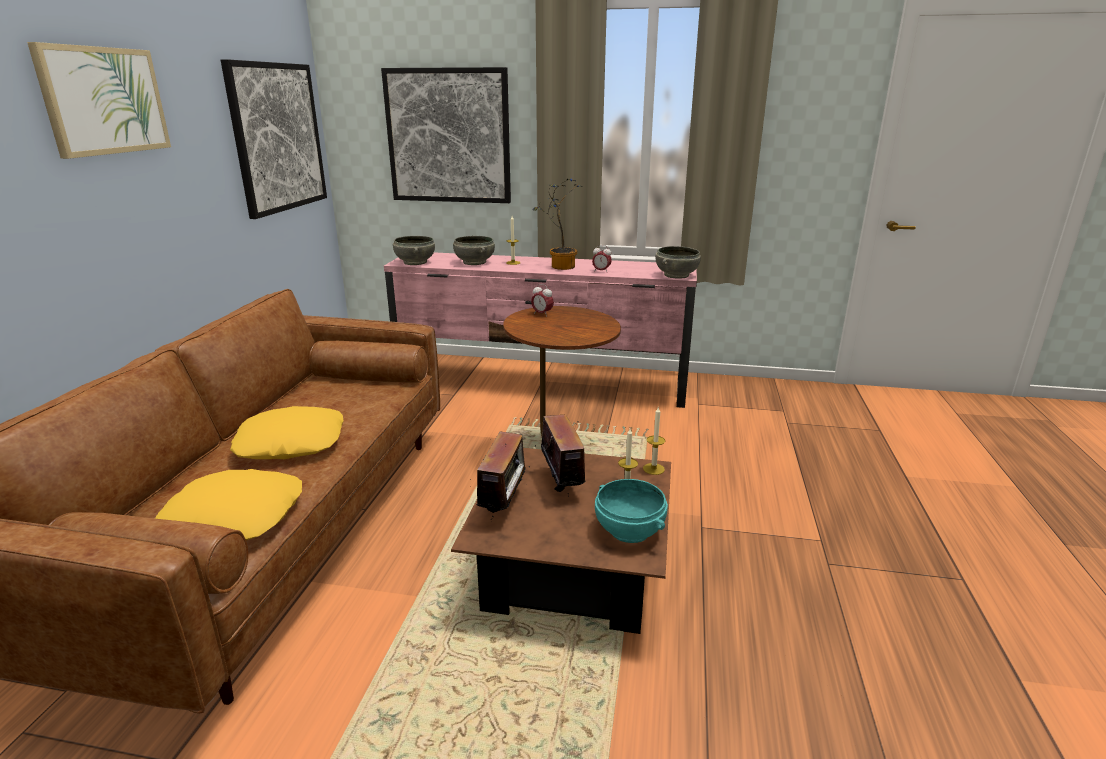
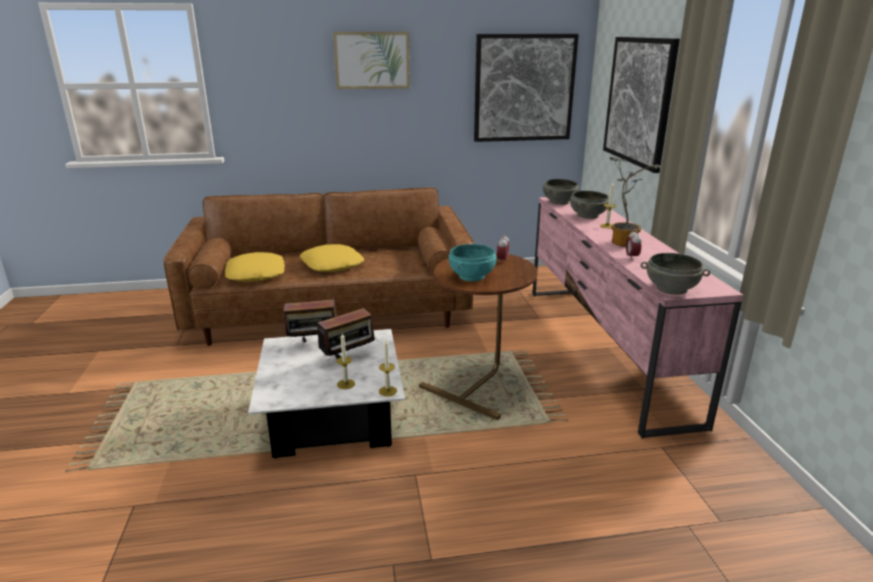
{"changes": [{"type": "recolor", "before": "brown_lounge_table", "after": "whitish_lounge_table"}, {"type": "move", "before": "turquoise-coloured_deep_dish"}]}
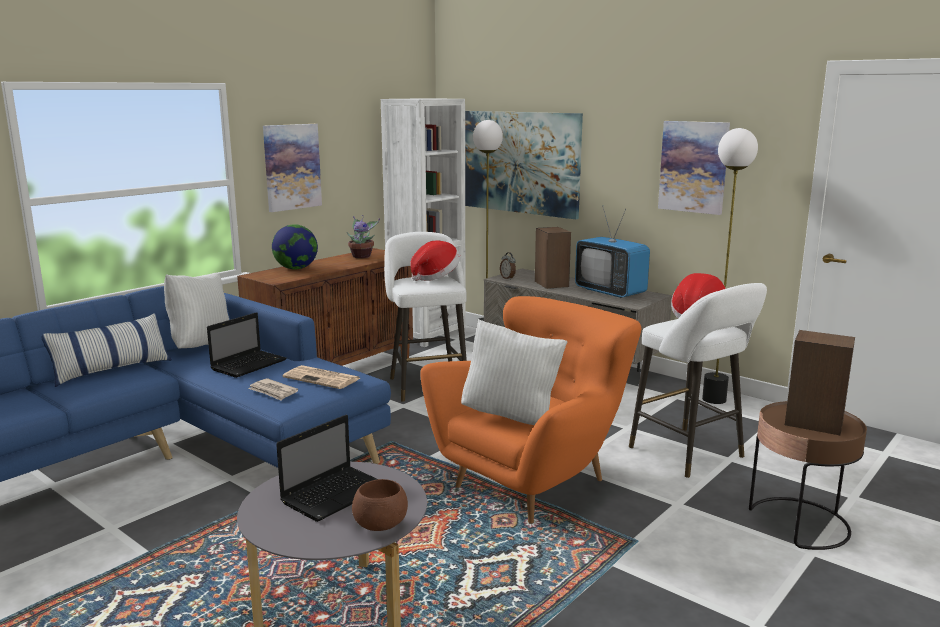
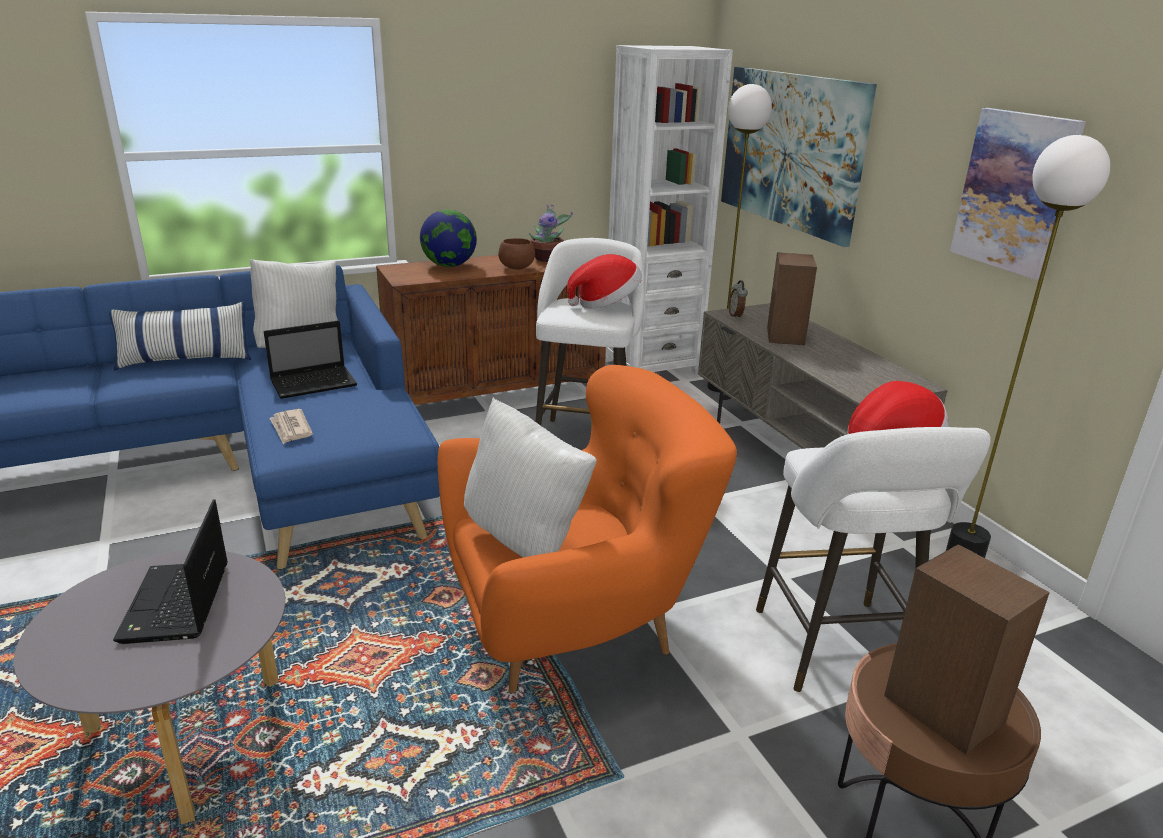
{"changes": [{"type": "delete", "before": "wall_art (1st from left)"}, {"type": "rotate", "before": "laptop (2nd from left in the first image)", "turn": 105}, {"type": "delete", "before": "newspaper (2nd from left)"}, {"type": "move", "before": "brown_deep_dish"}, {"type": "delete", "before": "TV"}]}
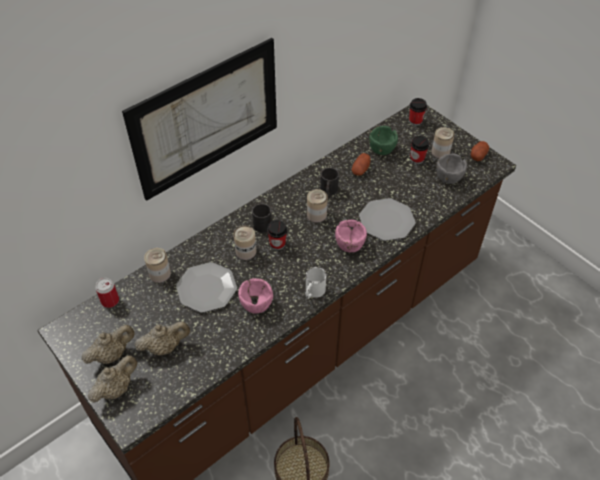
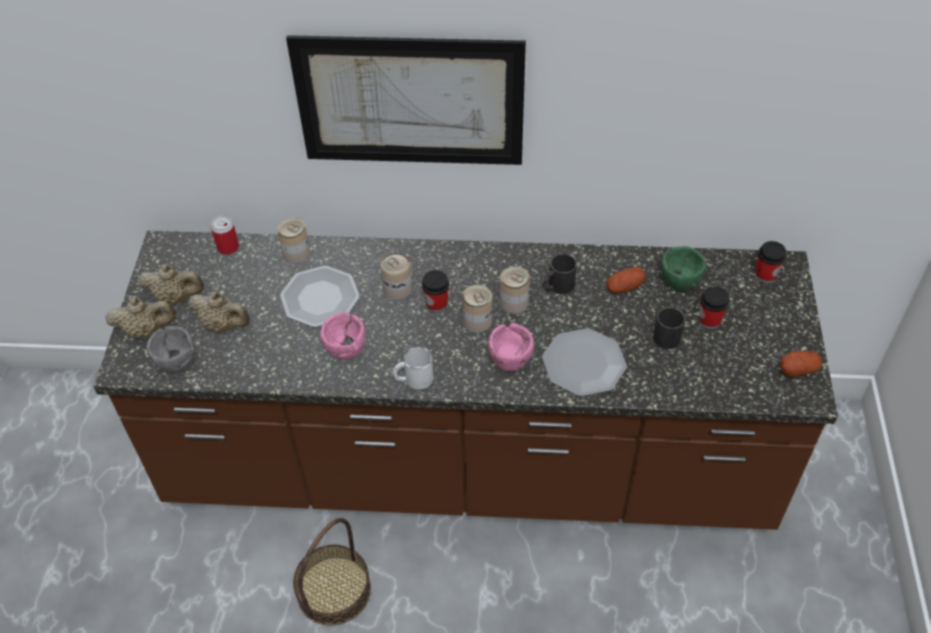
{"changes": [{"type": "move", "before": "blackish_mug (1st from left in the first image)", "after": "blackish_mug (2nd from left)"}, {"type": "move", "before": "can (5th from left in the first image)", "after": "can (4th from left)"}, {"type": "move", "before": "gray_deep_dish"}]}
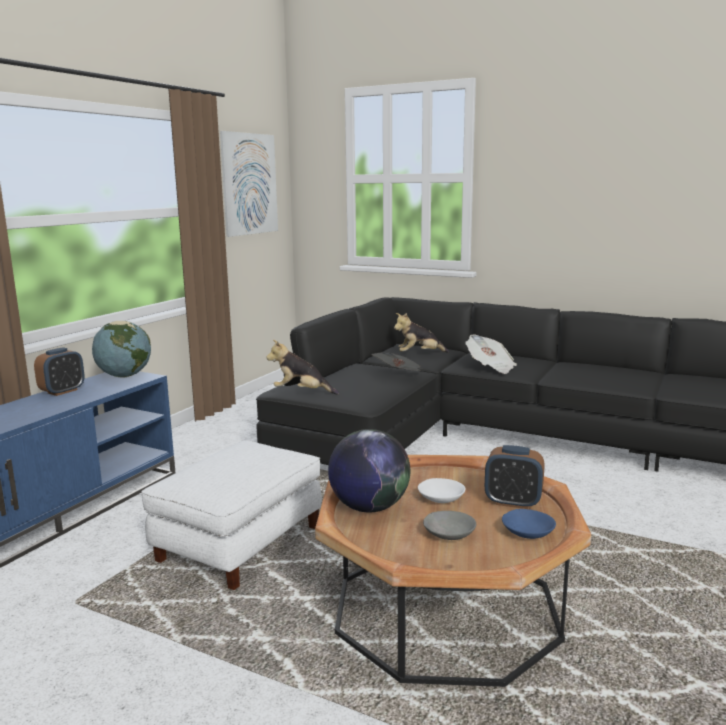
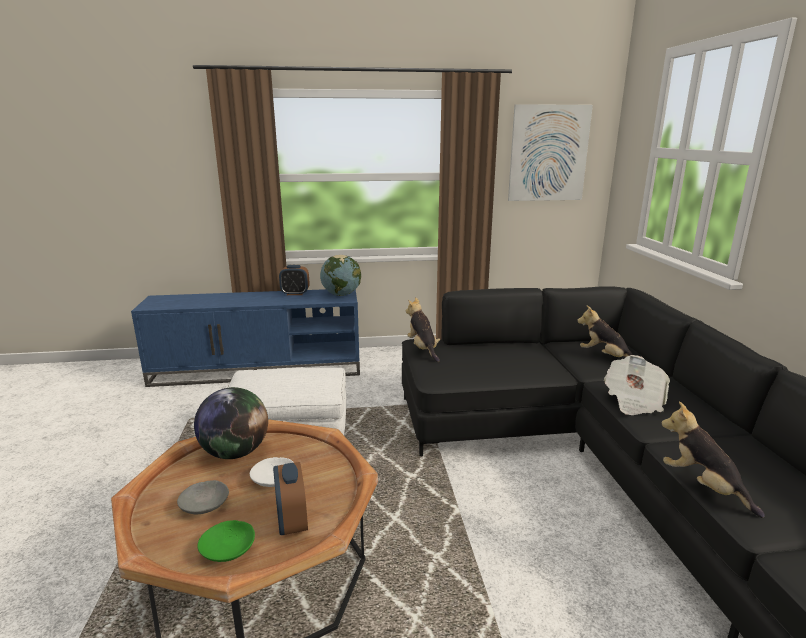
{"changes": [{"type": "delete", "before": "newspaper (1st from left)"}, {"type": "recolor", "before": "blue-coloured_deep_dish", "after": "green-coloured_deep_dish"}, {"type": "insert", "after": "soft_toy (3rd from left)"}]}
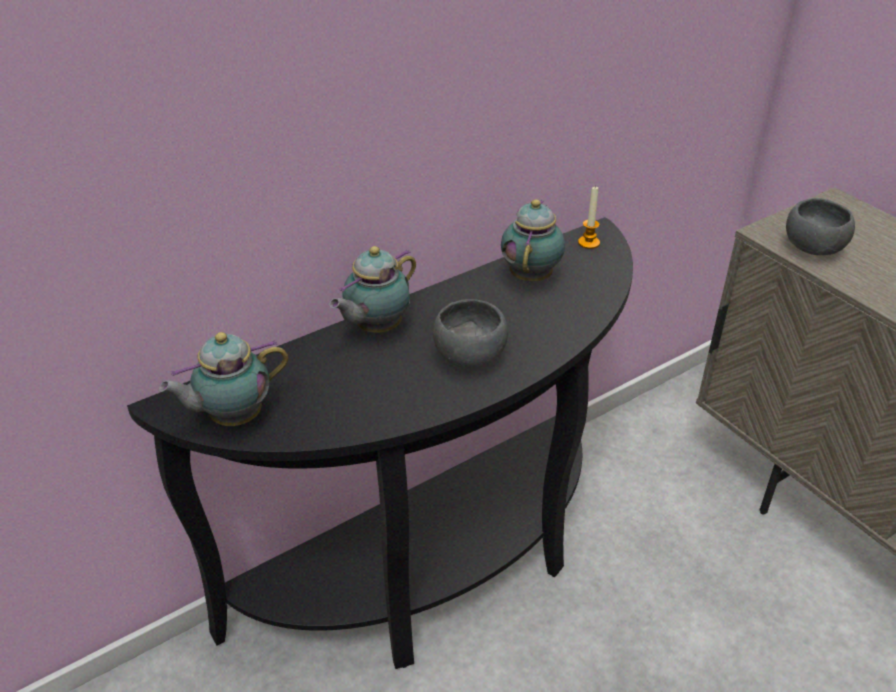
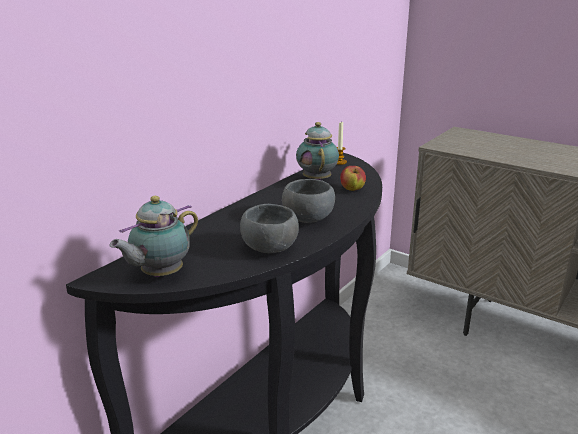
{"changes": [{"type": "delete", "before": "tea_pot (2nd from left)"}, {"type": "move", "before": "gray_deep_dish (2nd from left in the first image)", "after": "gray_deep_dish (1st from left)"}, {"type": "insert", "after": "whole_apple"}]}
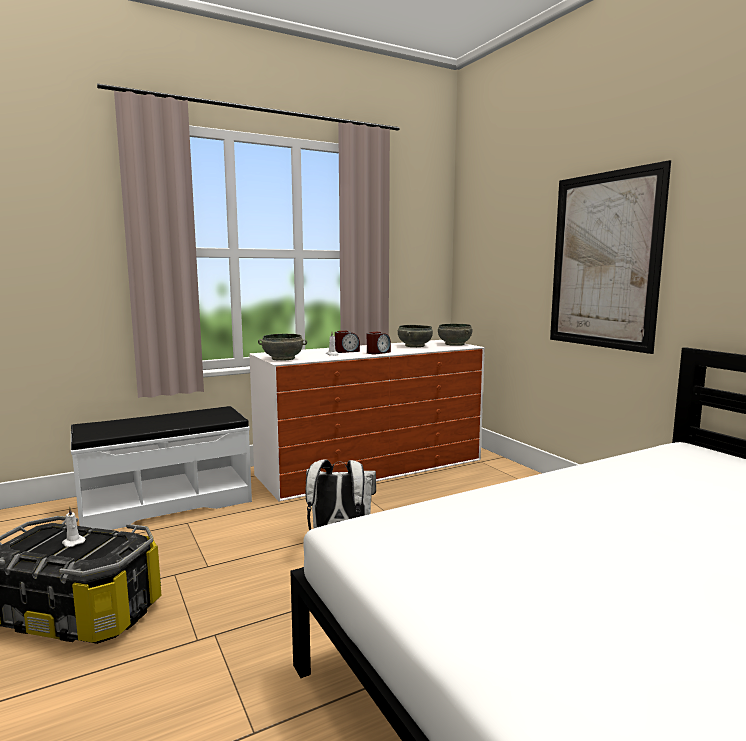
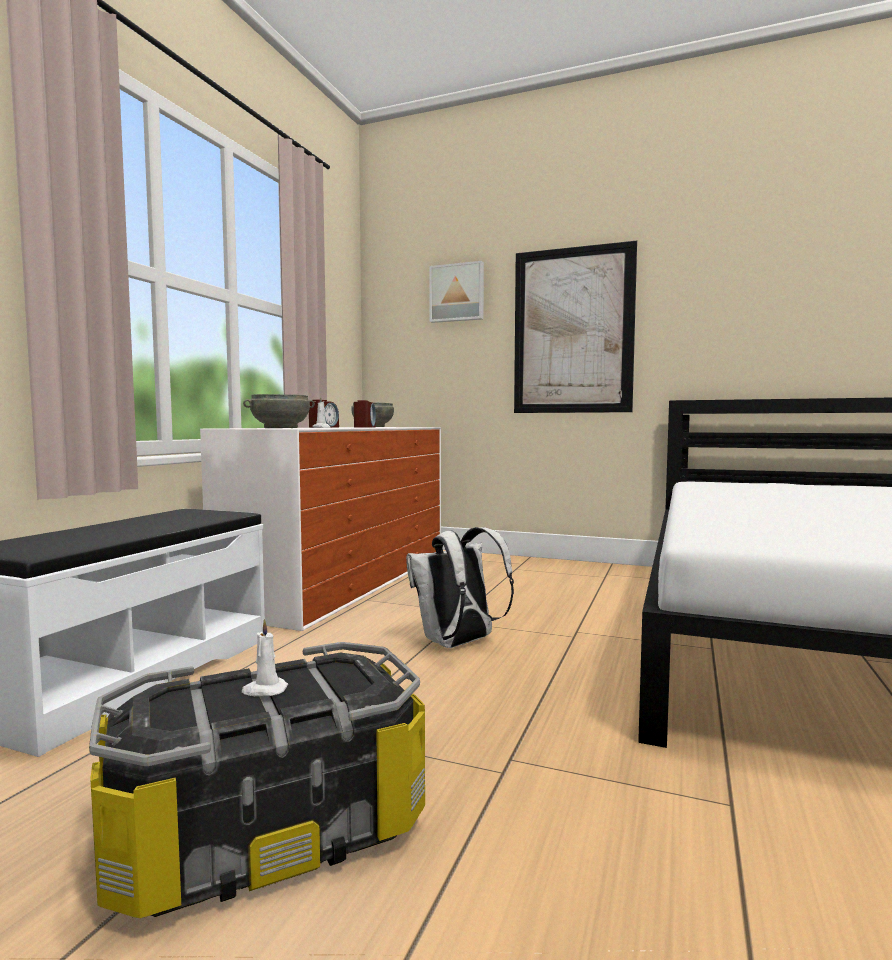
{"changes": [{"type": "delete", "before": "gray_deep_dish (3rd from left)"}, {"type": "insert", "after": "wall_art (1st from left)"}]}
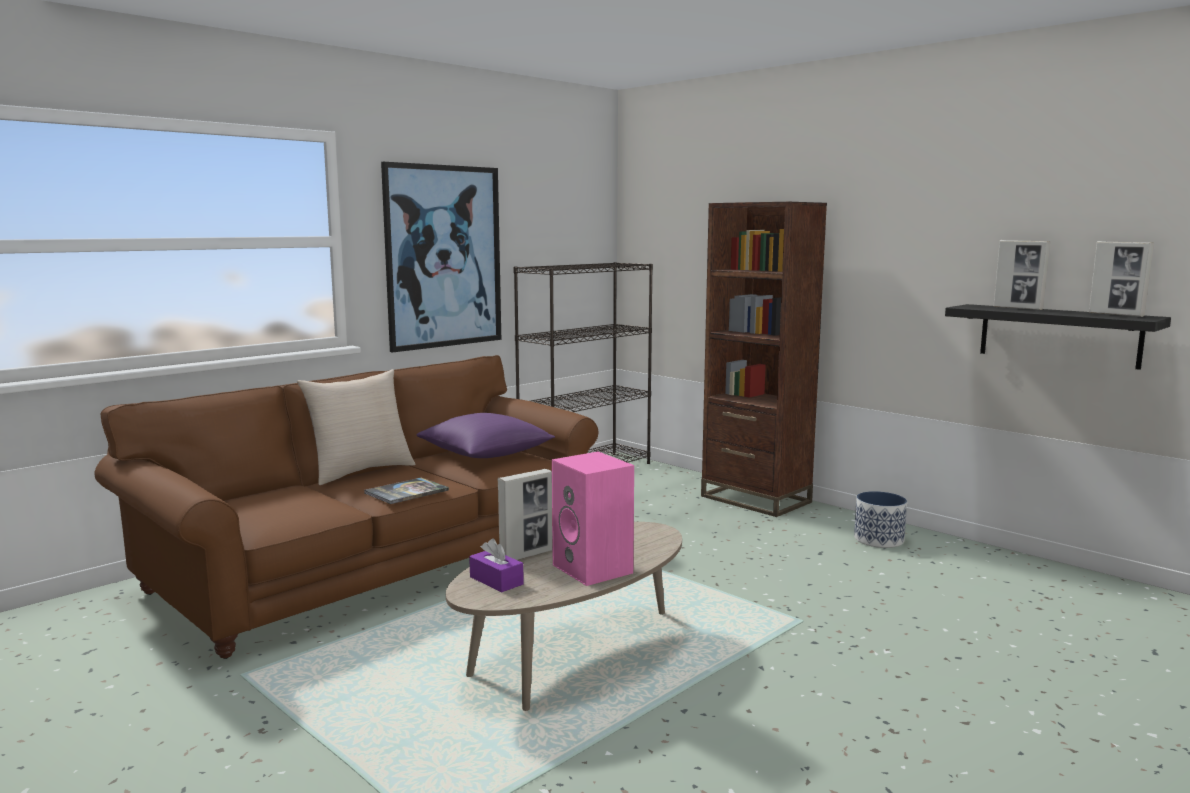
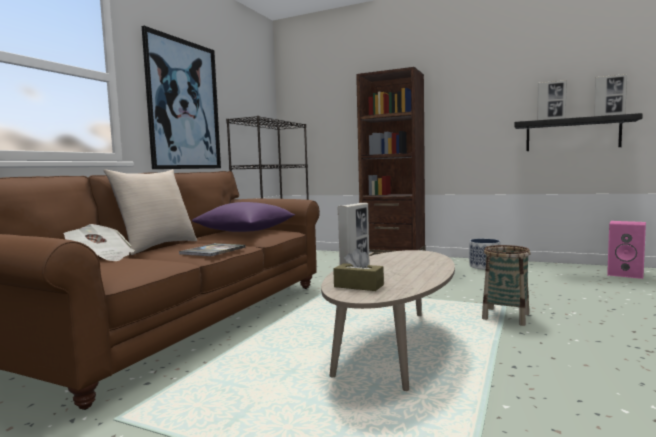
{"changes": [{"type": "recolor", "before": "purple-coloured_tissue_box", "after": "brown_tissue_box"}, {"type": "move", "before": "pink_speaker"}, {"type": "insert", "after": "newspaper"}, {"type": "insert", "after": "storage_basket"}]}
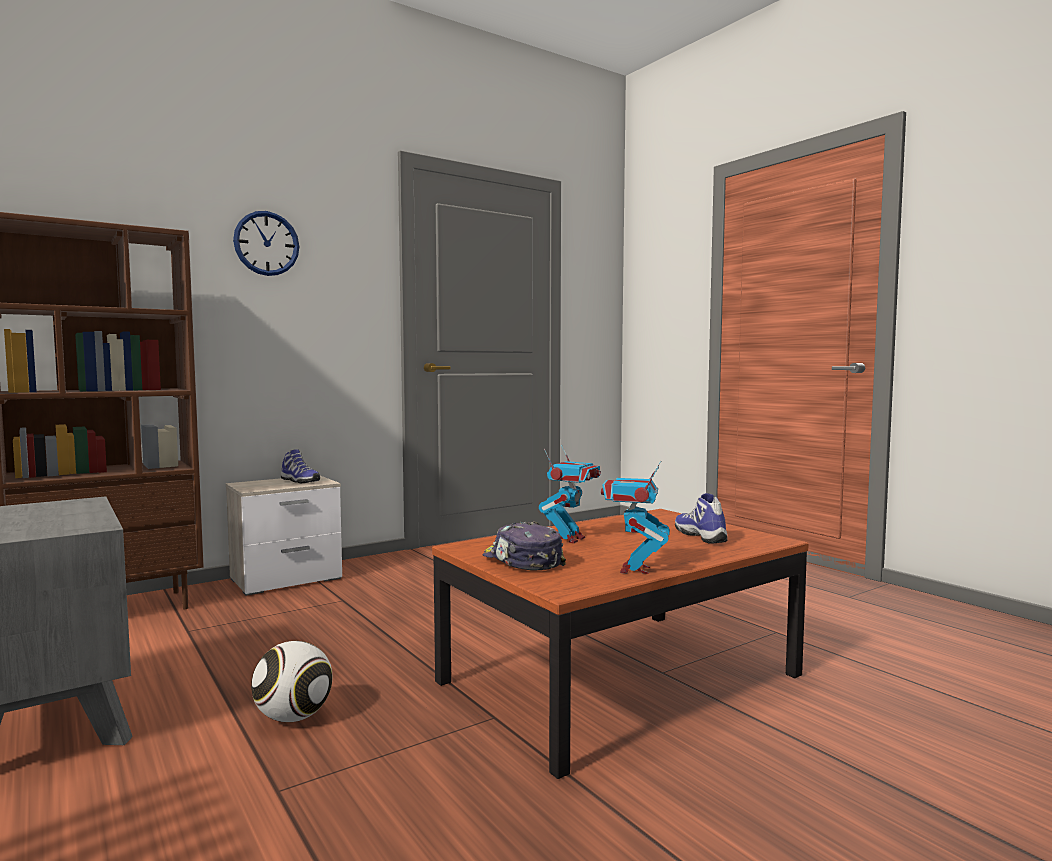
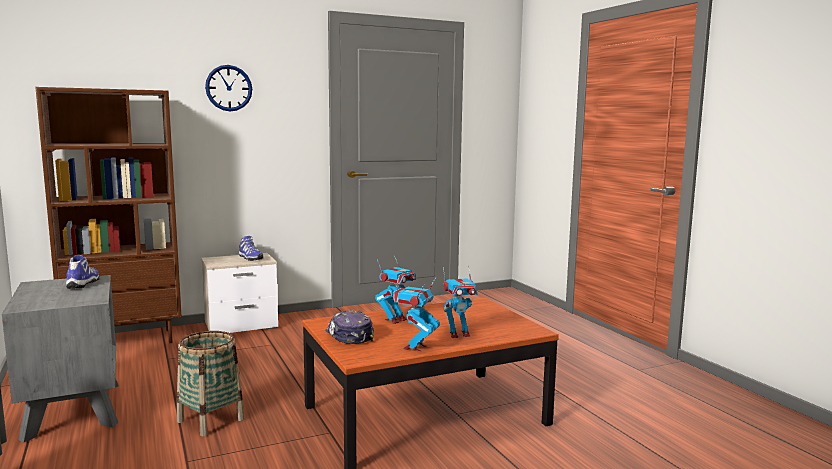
{"changes": [{"type": "replace", "before": "football_ball", "after": "storage_basket"}, {"type": "move", "before": "item_of_footwear (2nd from left in the first image)", "after": "item_of_footwear (1st from left)"}, {"type": "insert", "after": "model_robot (3rd from left)"}]}
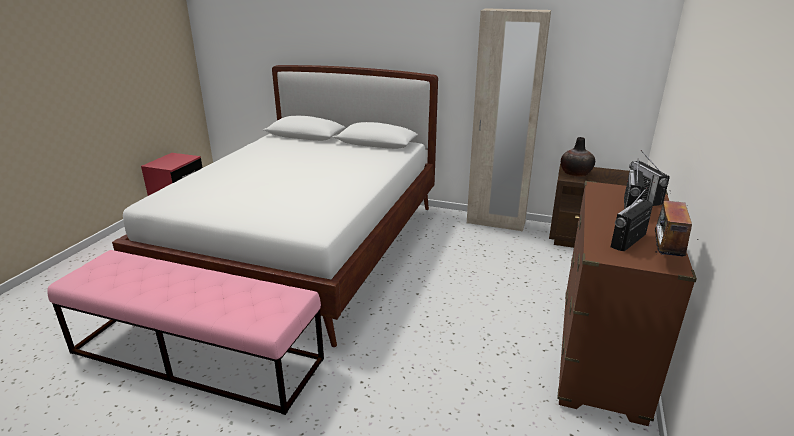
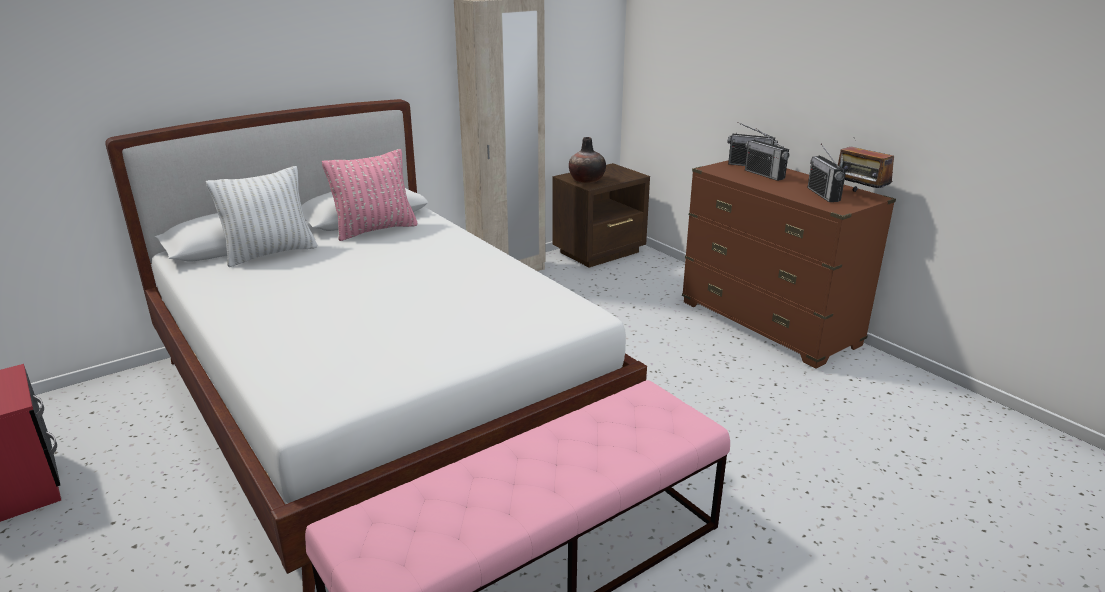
{"changes": [{"type": "insert", "after": "whitish_cushion"}, {"type": "insert", "after": "pink_cushion"}]}
